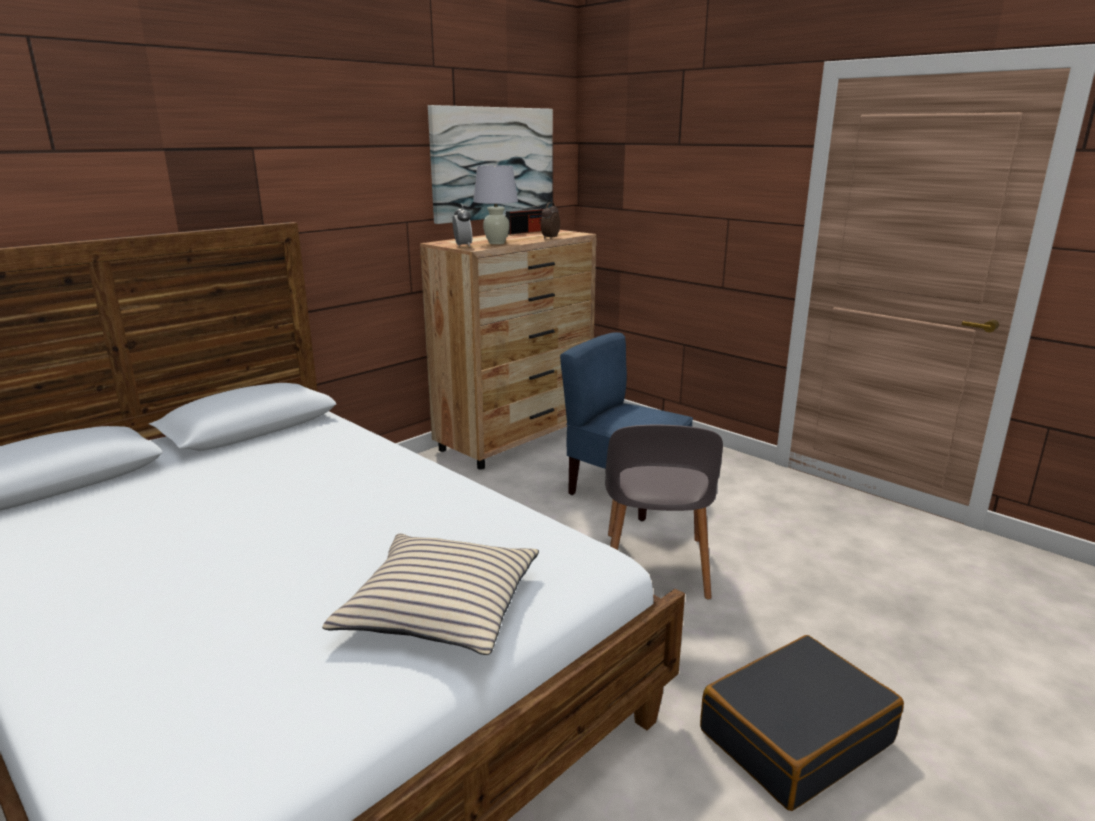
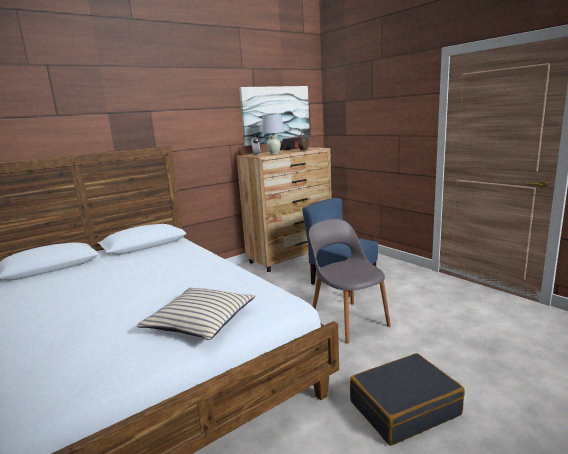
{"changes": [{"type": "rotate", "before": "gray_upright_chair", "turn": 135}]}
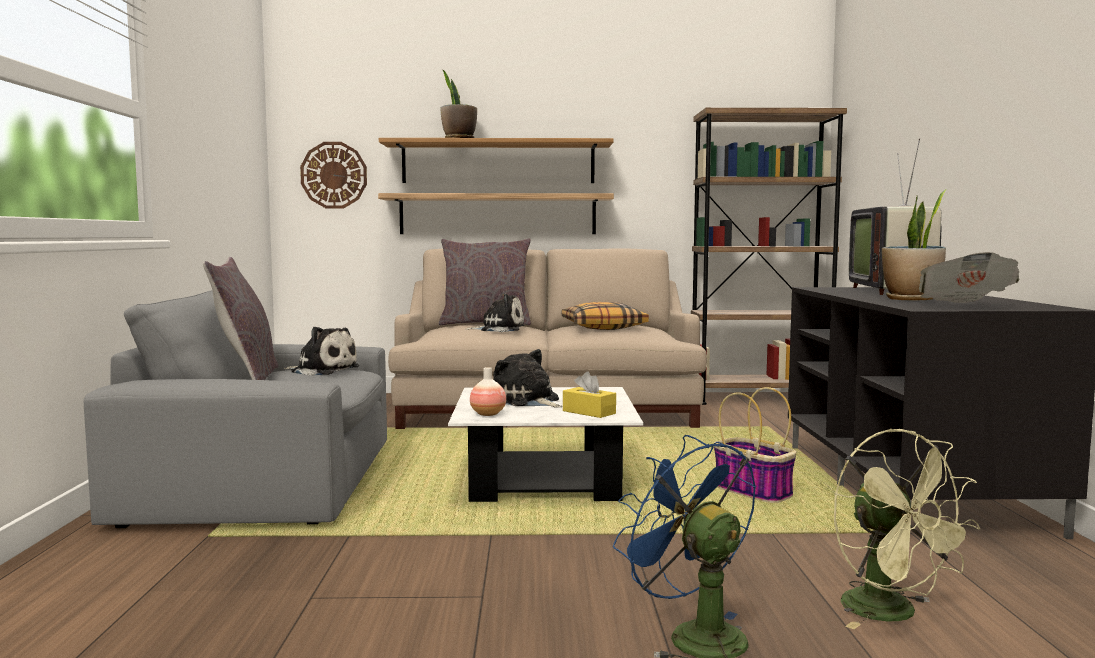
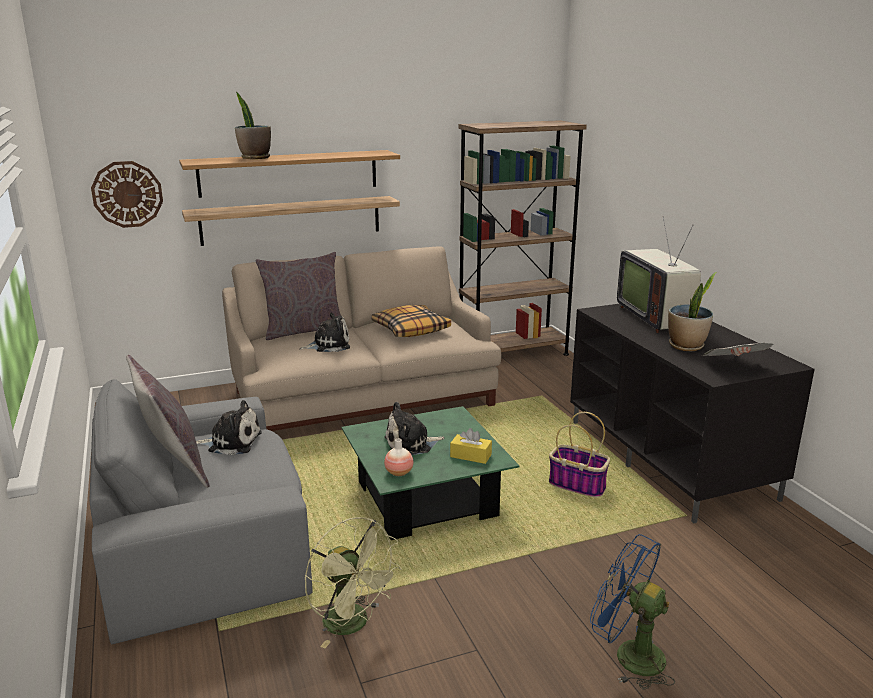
{"changes": [{"type": "recolor", "before": "whitish_lounge_table", "after": "green-coloured_lounge_table"}, {"type": "rotate", "before": "soft_toy (3rd from left)", "turn": -45}, {"type": "move", "before": "green-coloured_cooling_fan"}]}
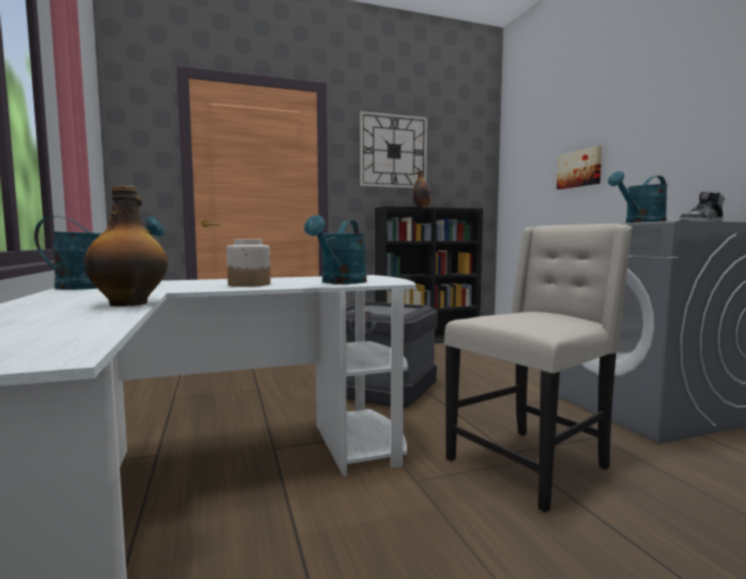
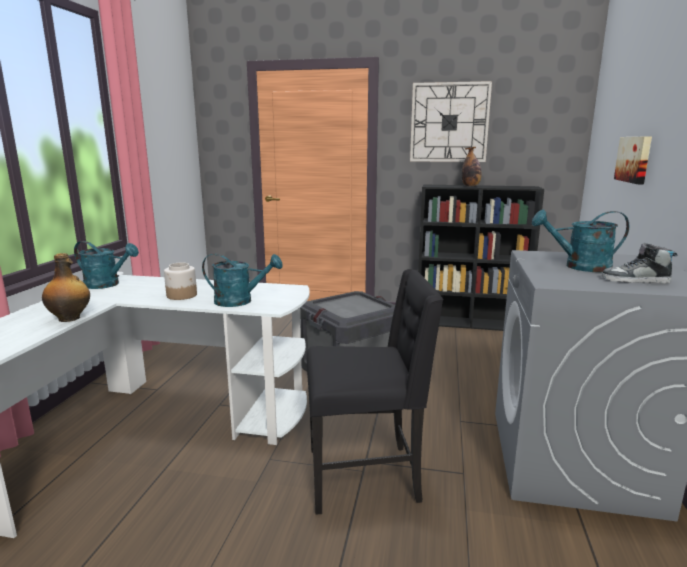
{"changes": [{"type": "rotate", "before": "turquoise-coloured_watering_pot (2nd from left)", "turn": -135}, {"type": "recolor", "before": "beige_upright_chair", "after": "blackish_upright_chair"}]}
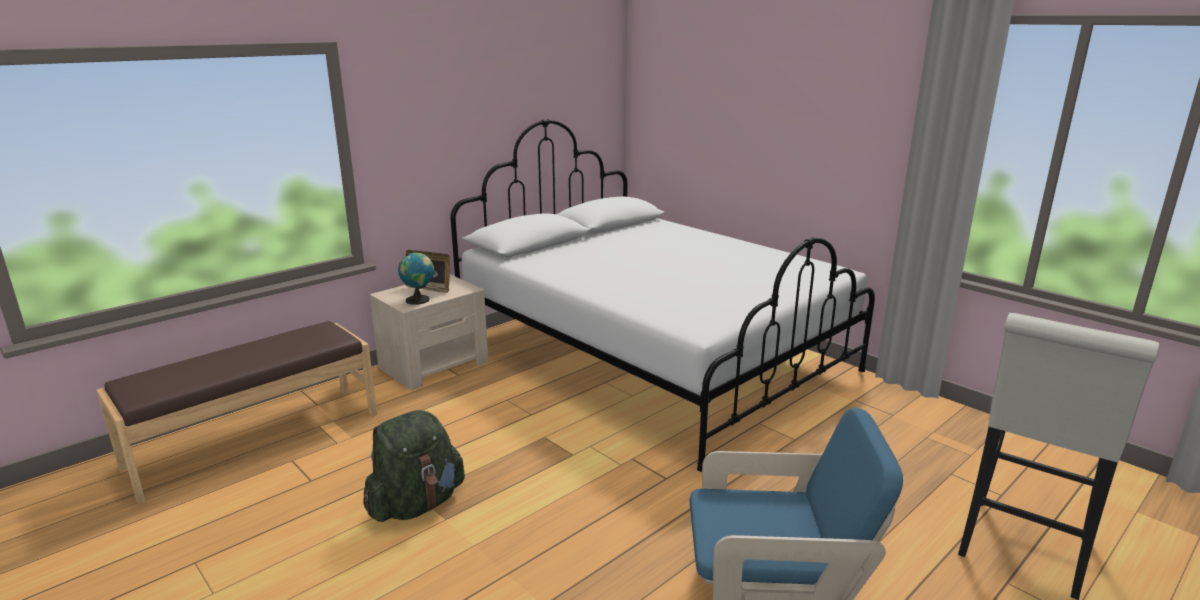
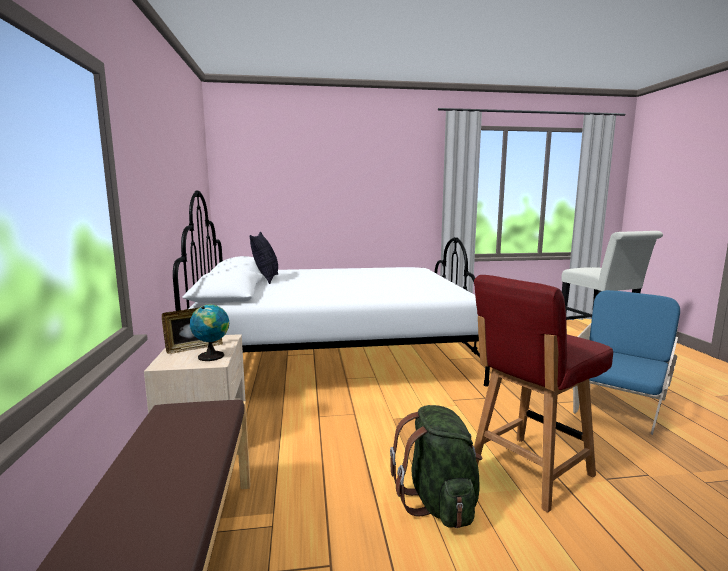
{"changes": [{"type": "insert", "after": "cushion"}, {"type": "insert", "after": "red-coloured_upright_chair"}]}
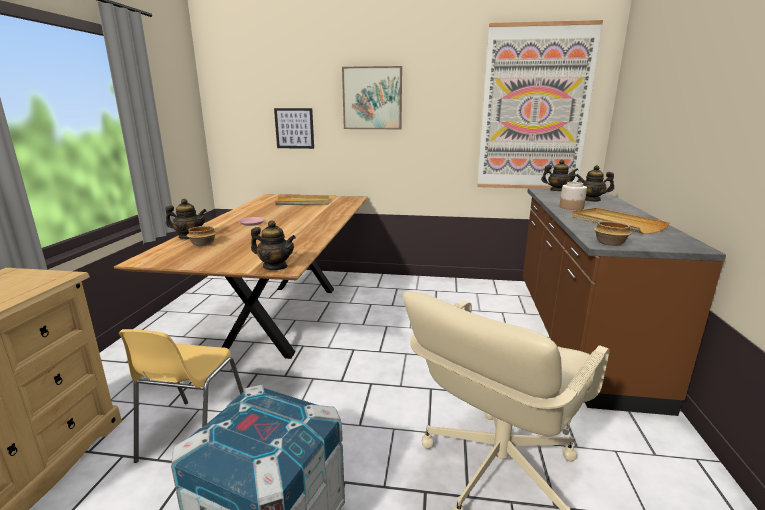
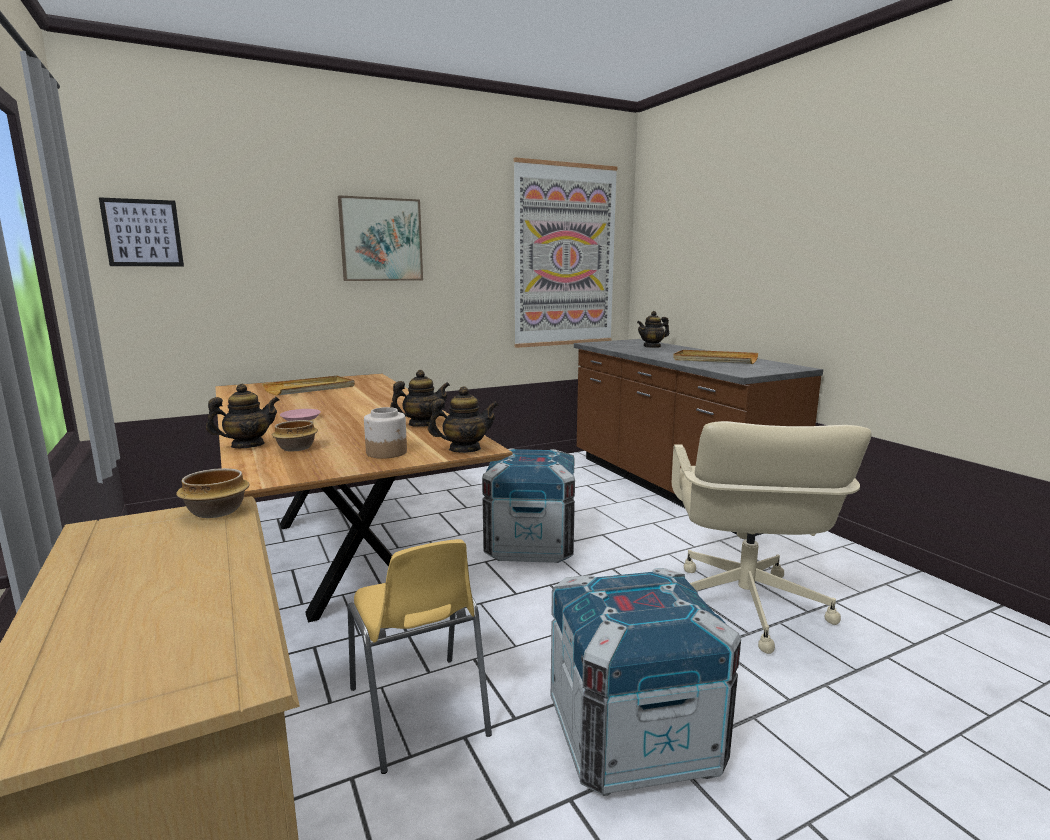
{"changes": [{"type": "move", "before": "wall_art (1st from left)"}, {"type": "move", "before": "tea_pot (3rd from left in the first image)", "after": "tea_pot (2nd from left)"}, {"type": "move", "before": "preserve_jar"}, {"type": "move", "before": "deep_dish (2nd from left in the first image)", "after": "deep_dish (1st from left)"}, {"type": "insert", "after": "crate (1st from left)"}]}
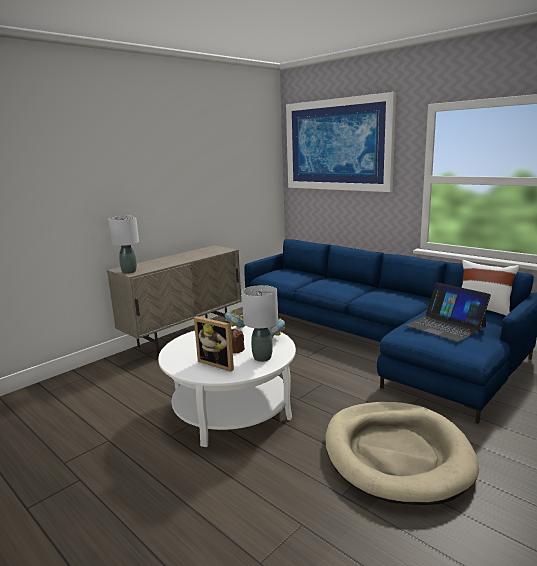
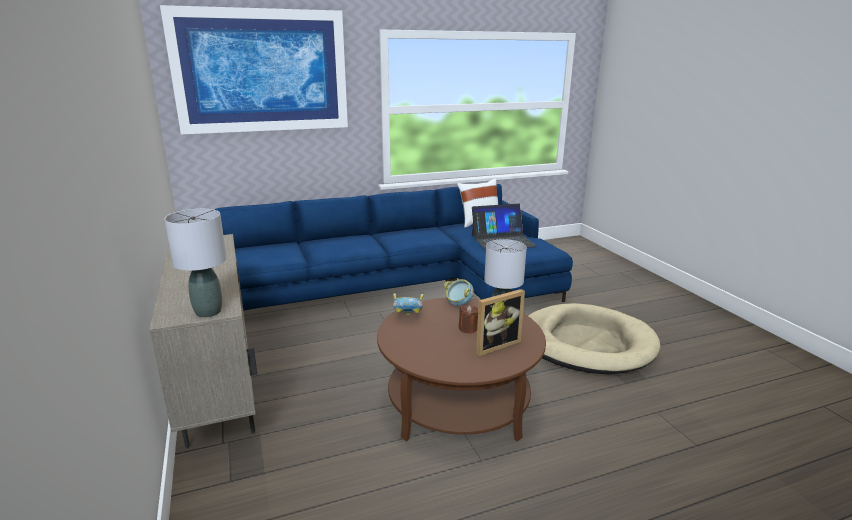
{"changes": [{"type": "recolor", "before": "whitish_lounge_table", "after": "brown_lounge_table"}]}
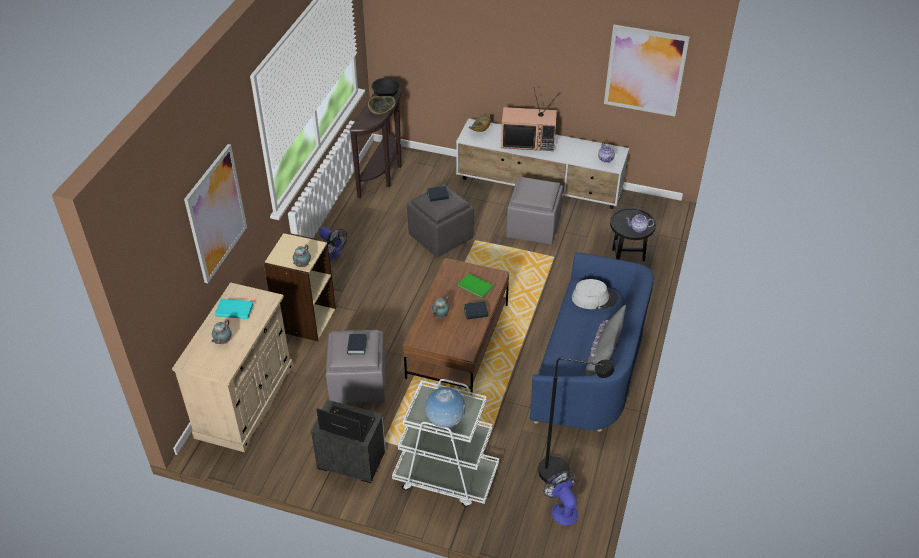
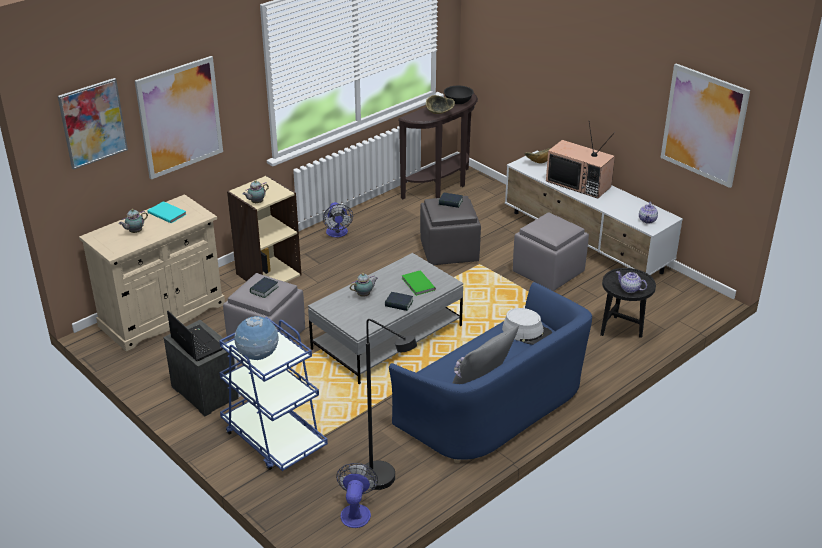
{"changes": [{"type": "recolor", "before": "whitish_cart", "after": "blue-coloured_cart"}, {"type": "recolor", "before": "brown_lounge_table", "after": "gray_lounge_table"}, {"type": "insert", "after": "wall_art (1st from left)"}]}
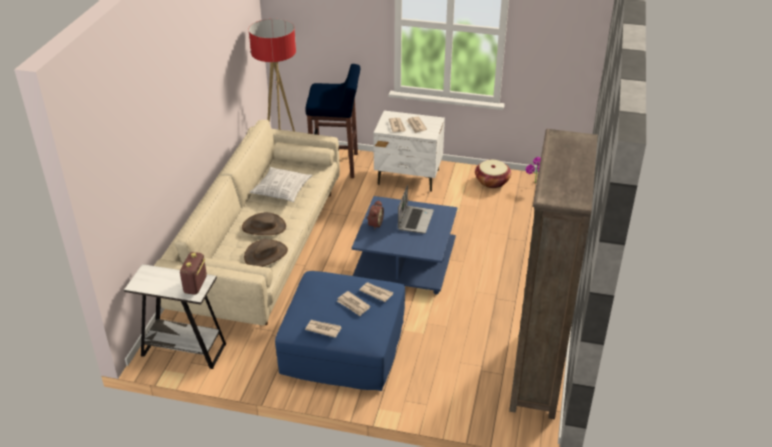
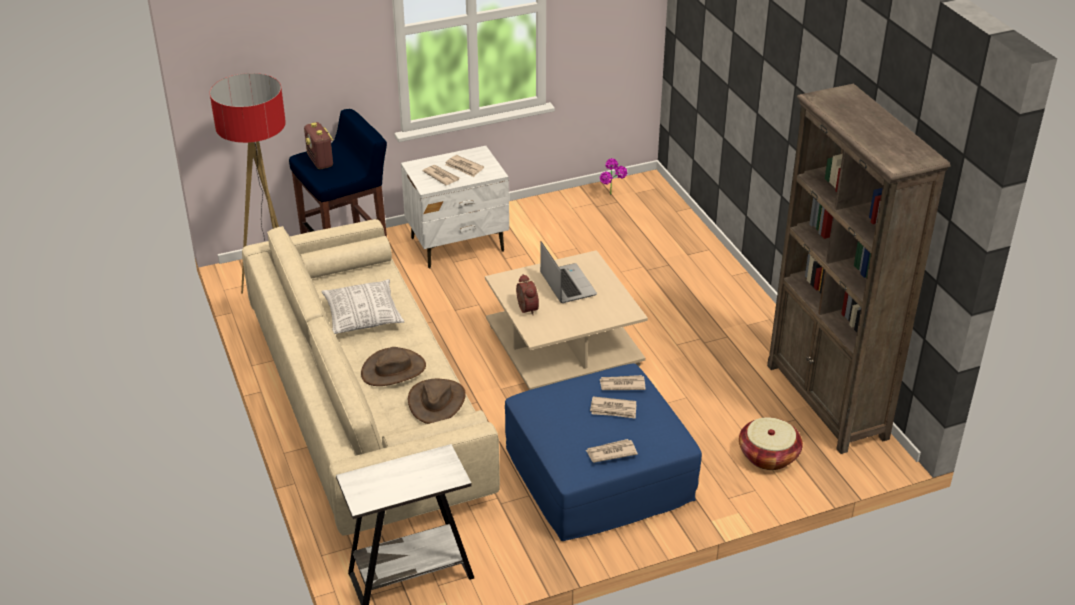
{"changes": [{"type": "move", "before": "radio"}, {"type": "recolor", "before": "blue-coloured_lounge_table", "after": "beige_lounge_table"}, {"type": "move", "before": "storage_basket"}]}
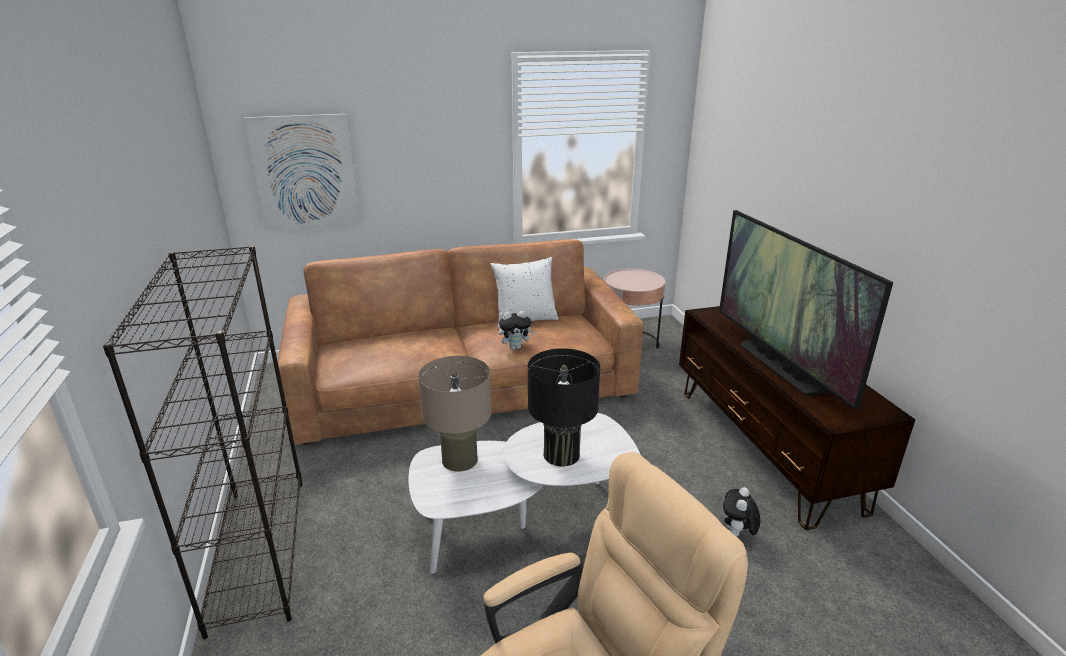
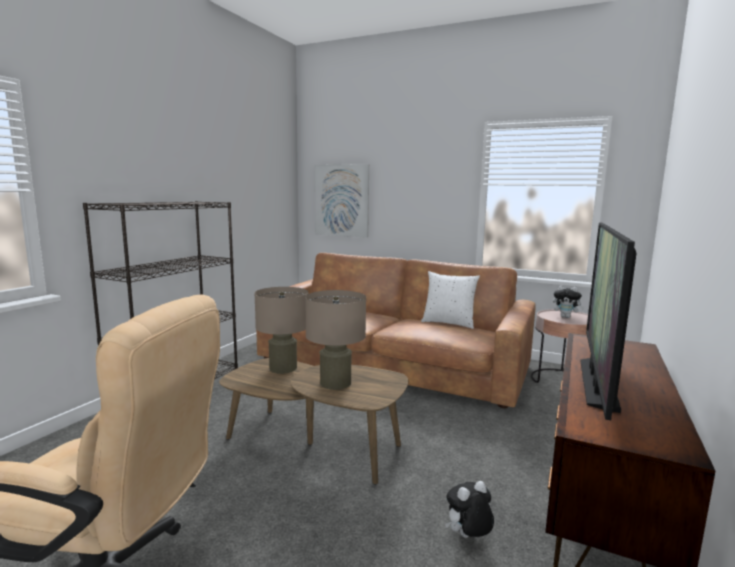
{"changes": [{"type": "recolor", "before": "whitish_lounge_table", "after": "brown_lounge_table"}, {"type": "move", "before": "soft_toy (1st from left in the first image)", "after": "soft_toy (2nd from left)"}, {"type": "recolor", "before": "blackish_lamp_for_a_table", "after": "beige_lamp_for_a_table (2nd from left)"}]}
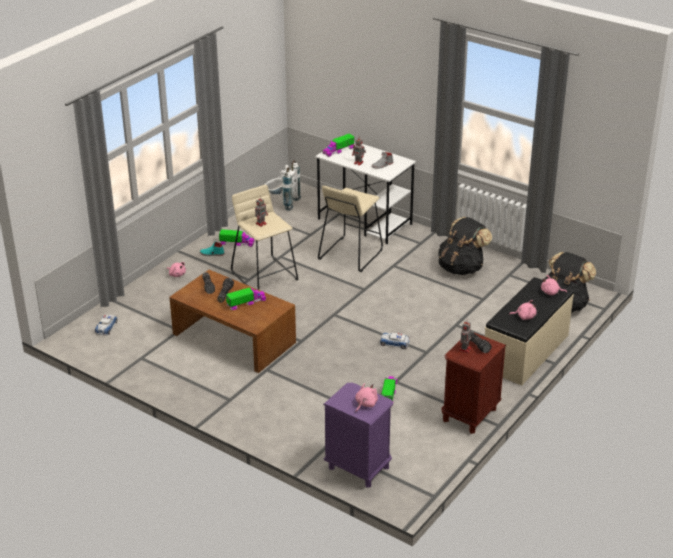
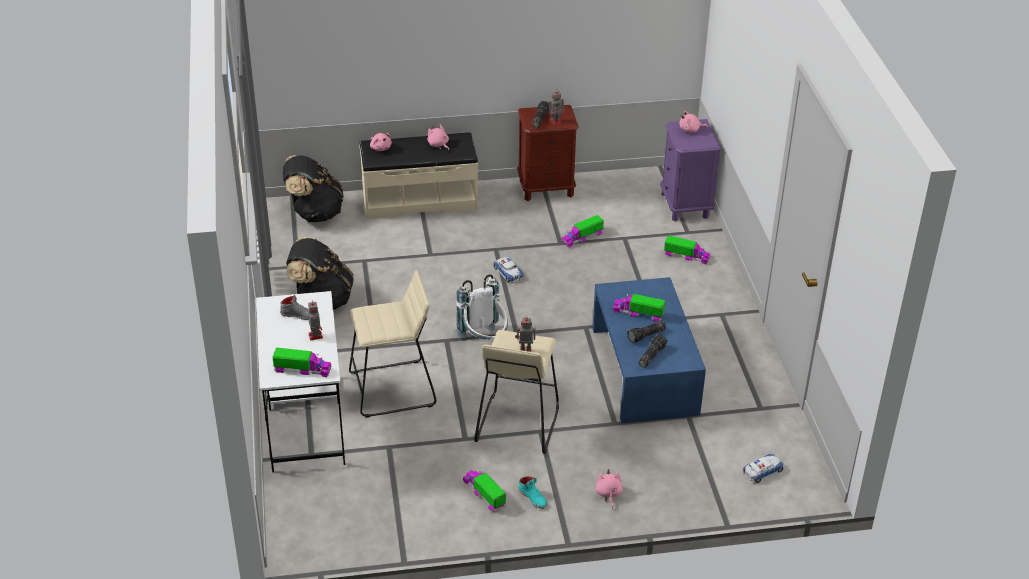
{"changes": [{"type": "recolor", "before": "brown_lounge_table", "after": "blue-coloured_lounge_table"}, {"type": "move", "before": "whitish_rucksack"}, {"type": "insert", "after": "model_truck (5th from left)"}]}
